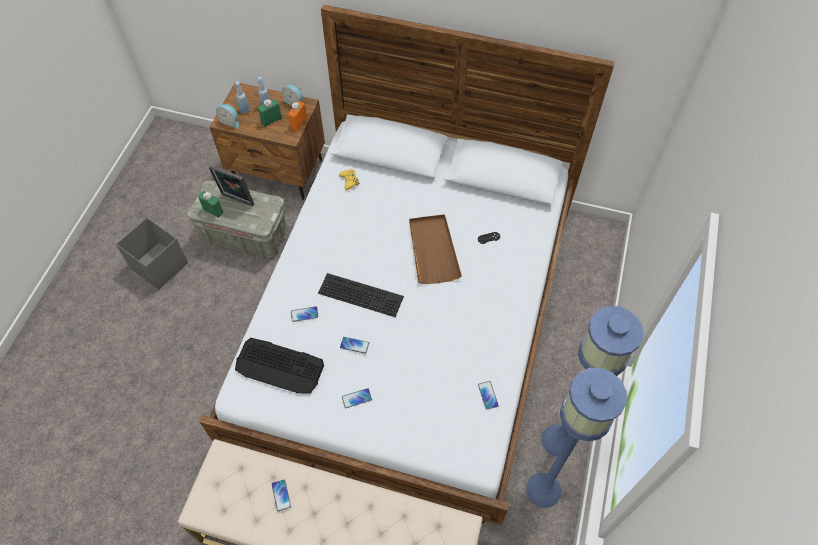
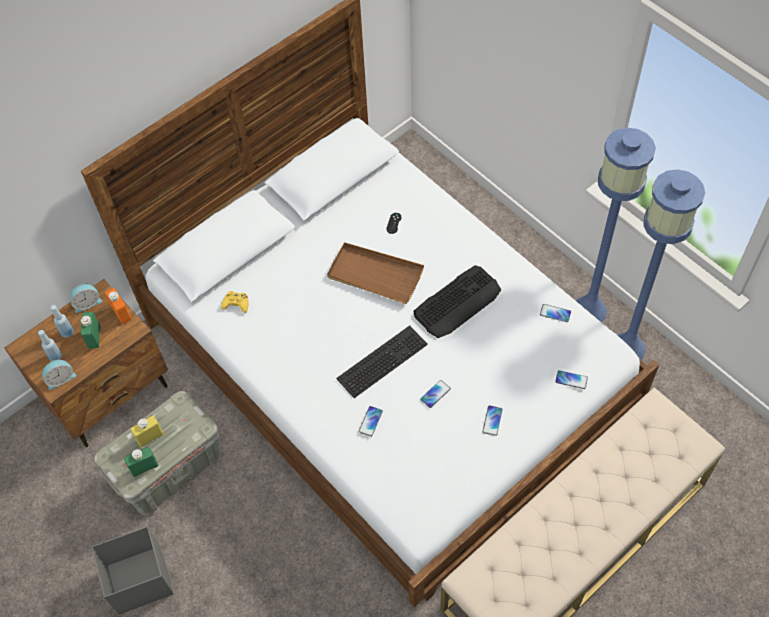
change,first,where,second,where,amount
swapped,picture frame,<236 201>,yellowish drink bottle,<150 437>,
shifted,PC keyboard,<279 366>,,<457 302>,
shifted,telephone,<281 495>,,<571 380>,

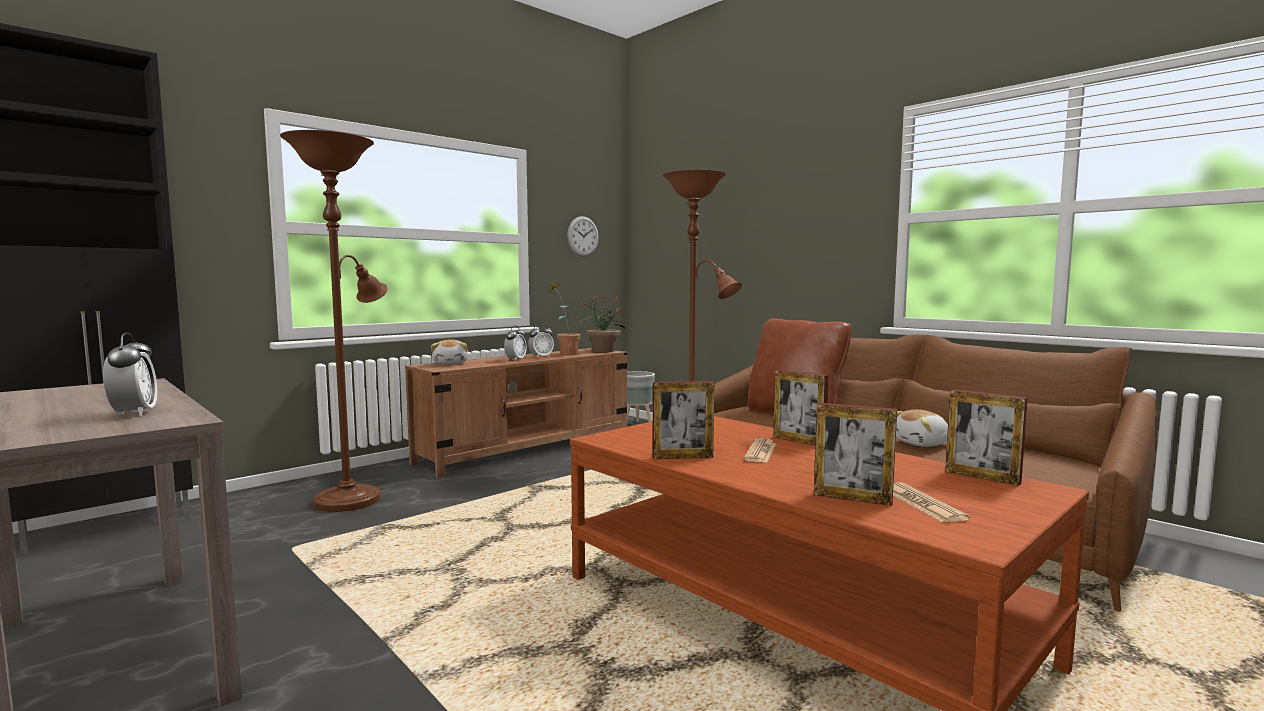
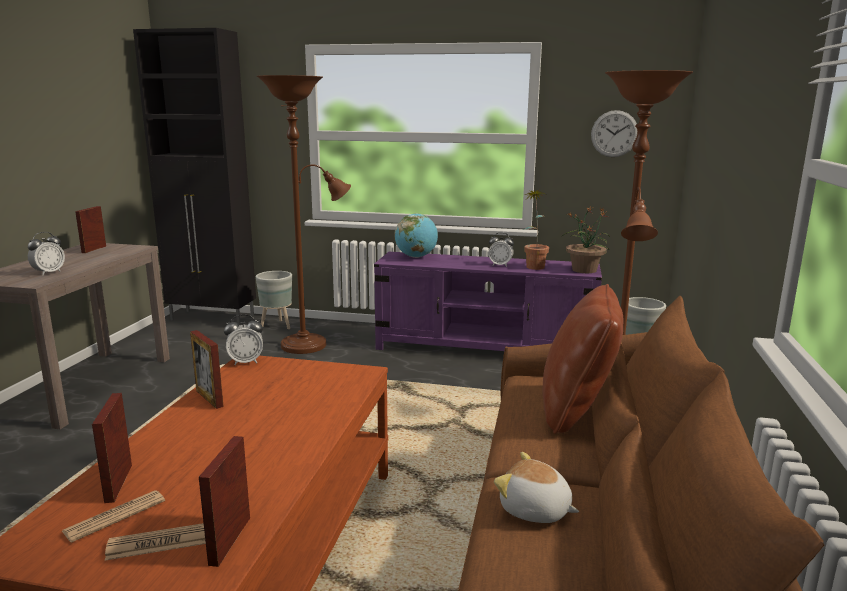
change,first,where,second,where,amount
shifted,alarm clock,<515 359>,,<246 362>,
swapped,soft toy,<451 363>,desk globe,<416 257>,
repainted,brown tv unit,<528 448>,purple-coloured tv unit,<485 348>,
shifted,picture frame,<798 441>,,<94 249>,
shifted,printed paper,<760 452>,,<159 542>,
new,,,gray flower pot,<277 326>,

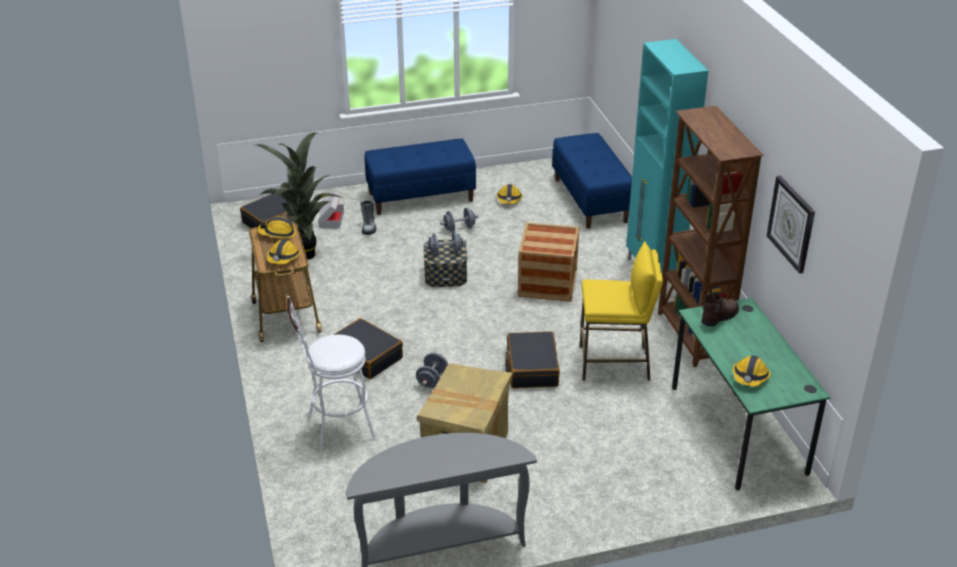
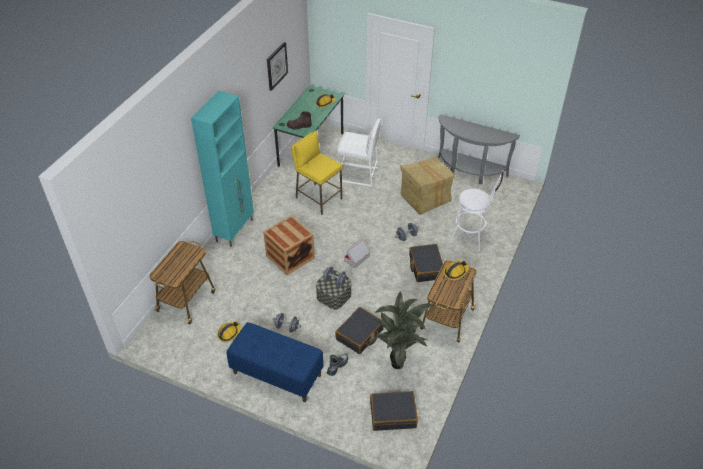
change,first,where,second,where,amount
gone,brown bookshelf,<692 337>,,,
swapped,blue-coloured indoor bench,<591 200>,trolley,<187 300>,
shifted,carton,<331 219>,,<356 258>,
gone,work helmet,<277 233>,,,
shifted,black-coloured piece of luggage,<531 368>,,<359 335>,
new,,,white stool,<358 175>,

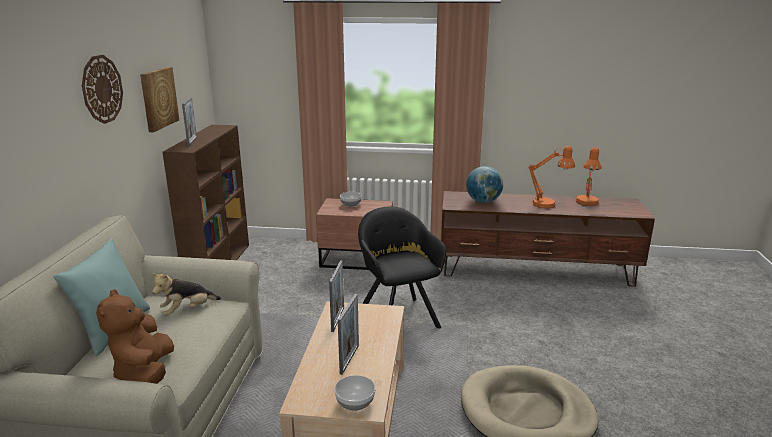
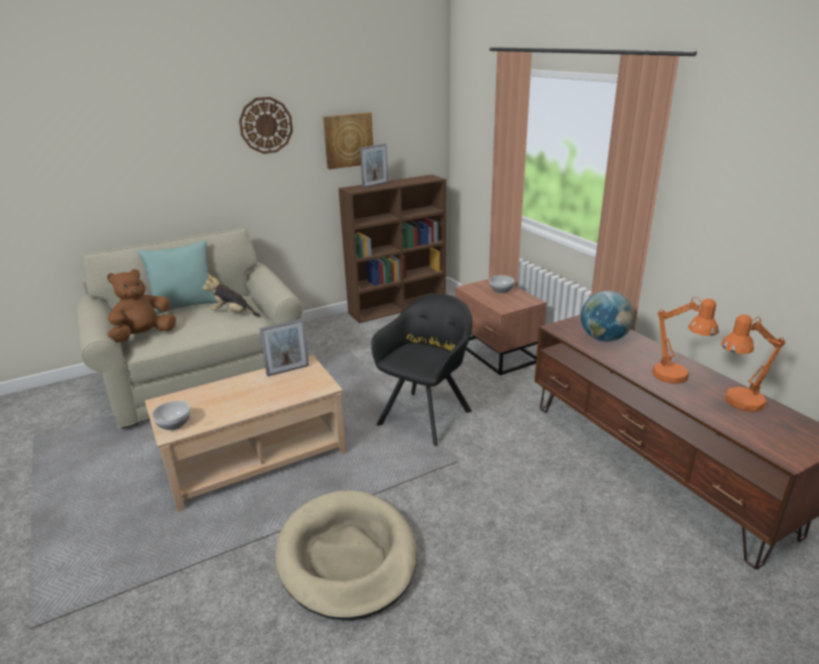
change,first,where,second,where,amount
gone,picture frame,<349 359>,,,

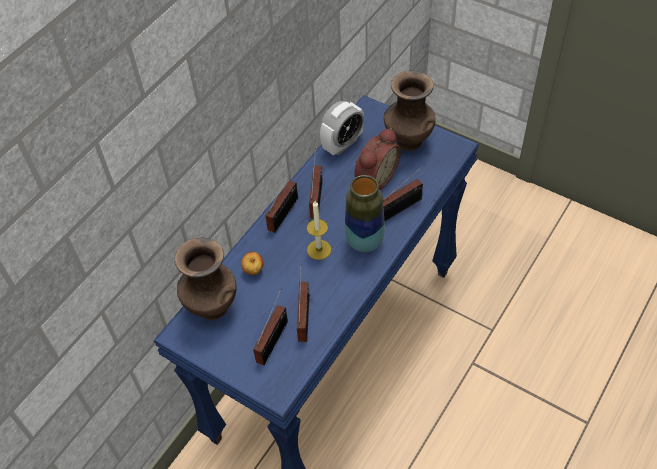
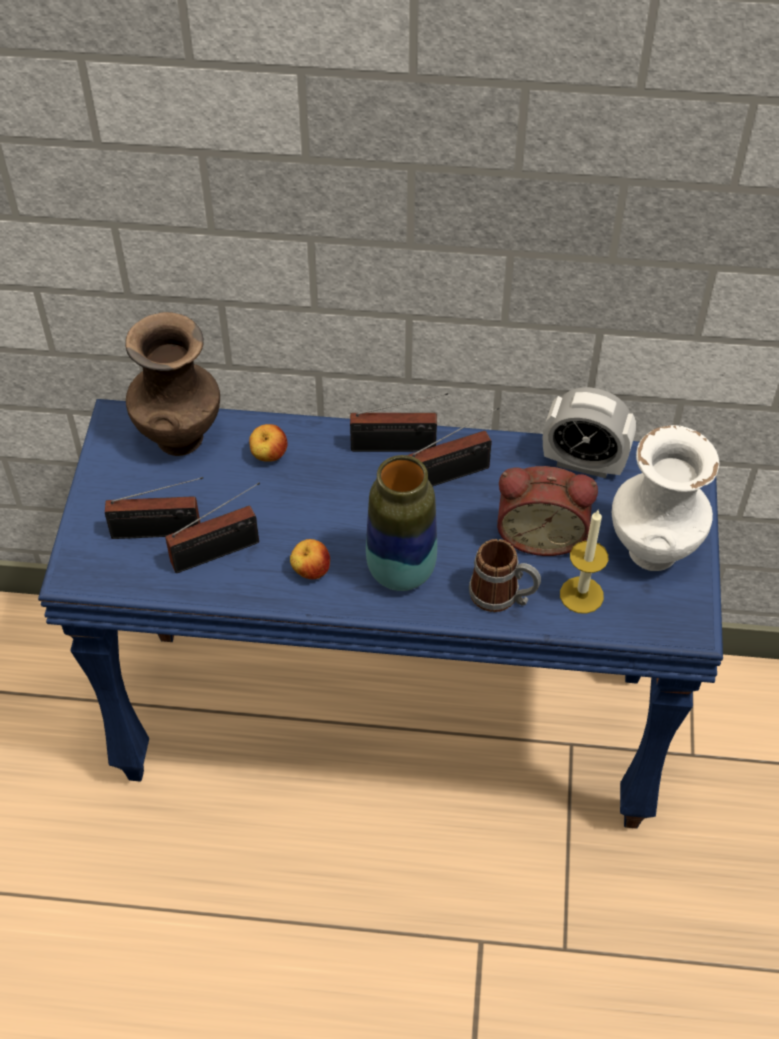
change,first,where,second,where,amount
repainted,brown flower vase,<407 141>,white flower vase,<652 549>,
swapped,radio,<402 207>,tea mug,<503 596>,
shifted,wax candle,<319 249>,,<581 595>,
new,,,whole apple,<310 571>,

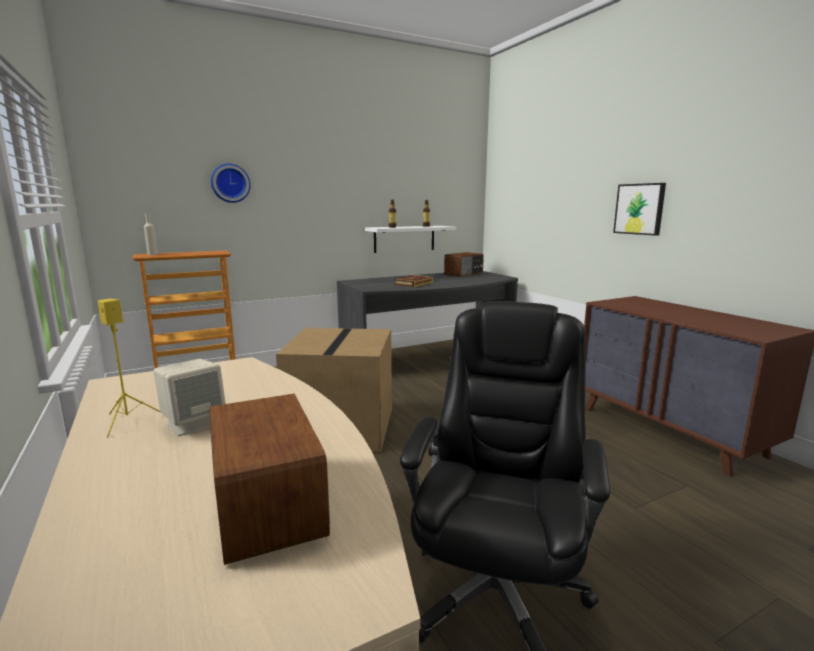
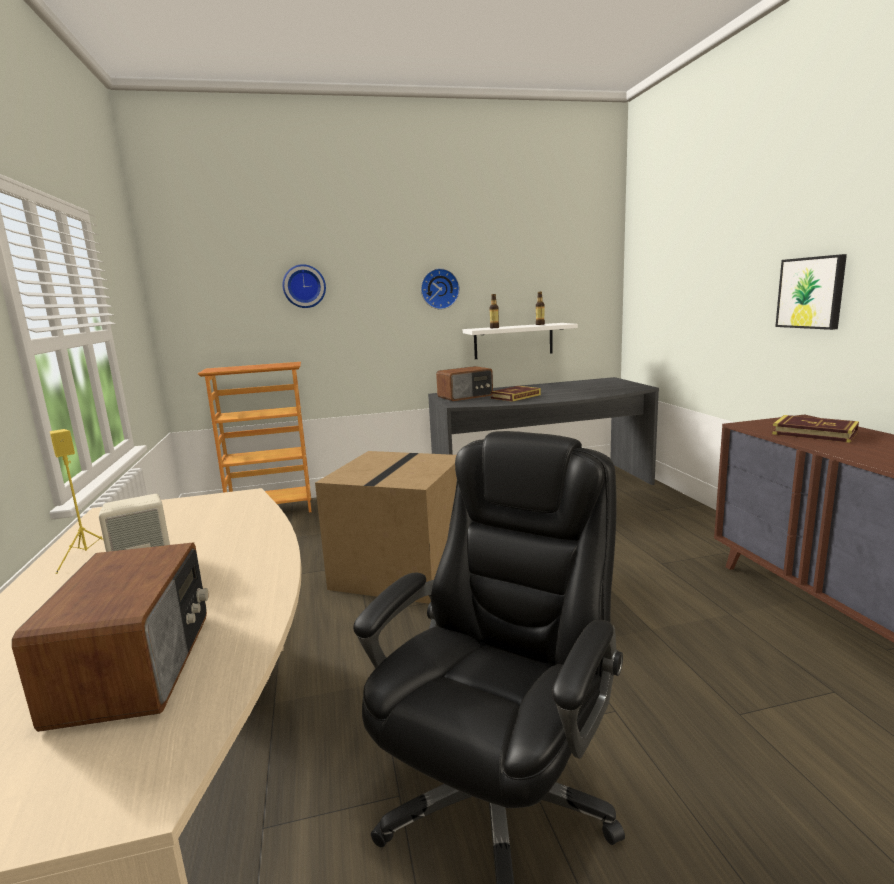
change,first,where,second,where,amount
gone,beige-coloured drink bottle,<152 254>,,,
shifted,radio,<464 274>,,<466 396>,
new,,,clock on the wall,<439 289>,
new,,,bound book,<814 433>,

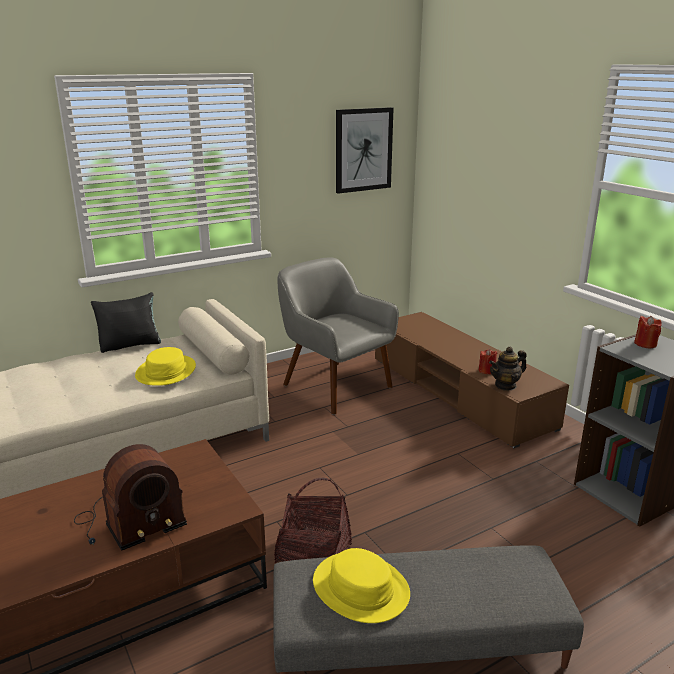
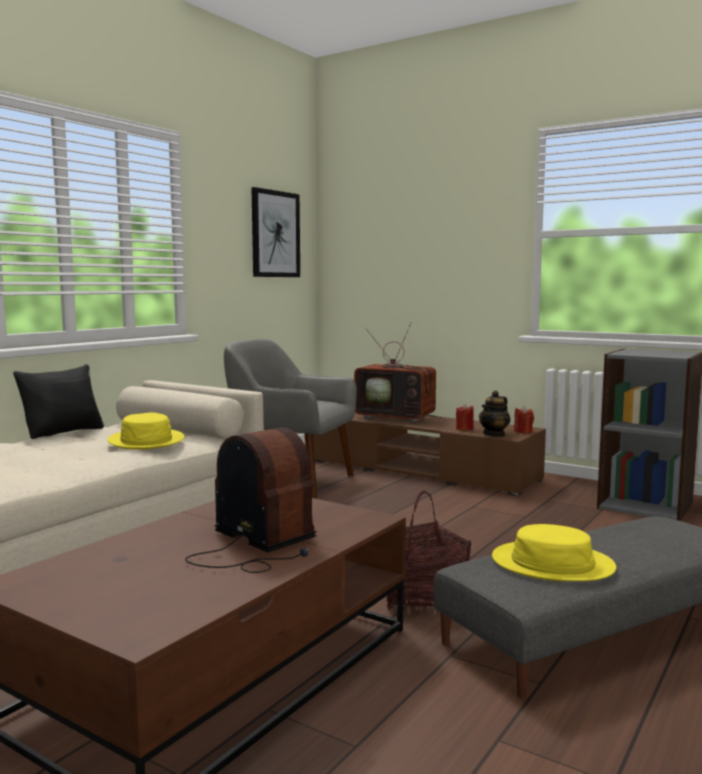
change,first,where,second,where,amount
shifted,red-coloured wax candle,<645 344>,,<523 431>,
rotated,radio,<129 521>,,<256 546>,75 degrees counterclockwise
new,,,television,<398 417>,

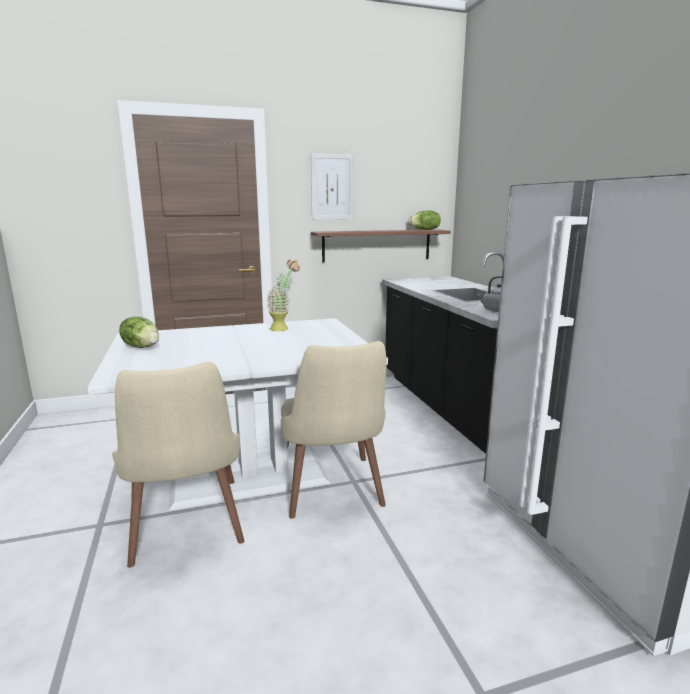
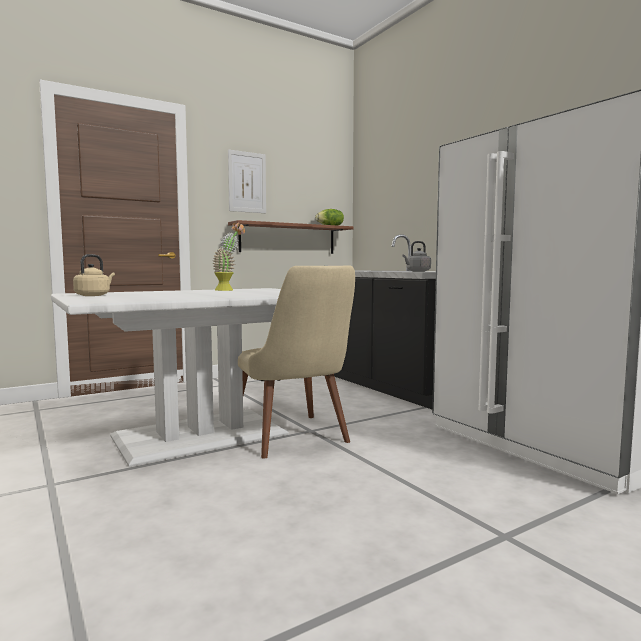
change,first,where,second,where,amount
swapped,lettuce head,<142 347>,beige-coloured kettle,<94 295>,
gone,beige-coloured chair,<187 532>,,,

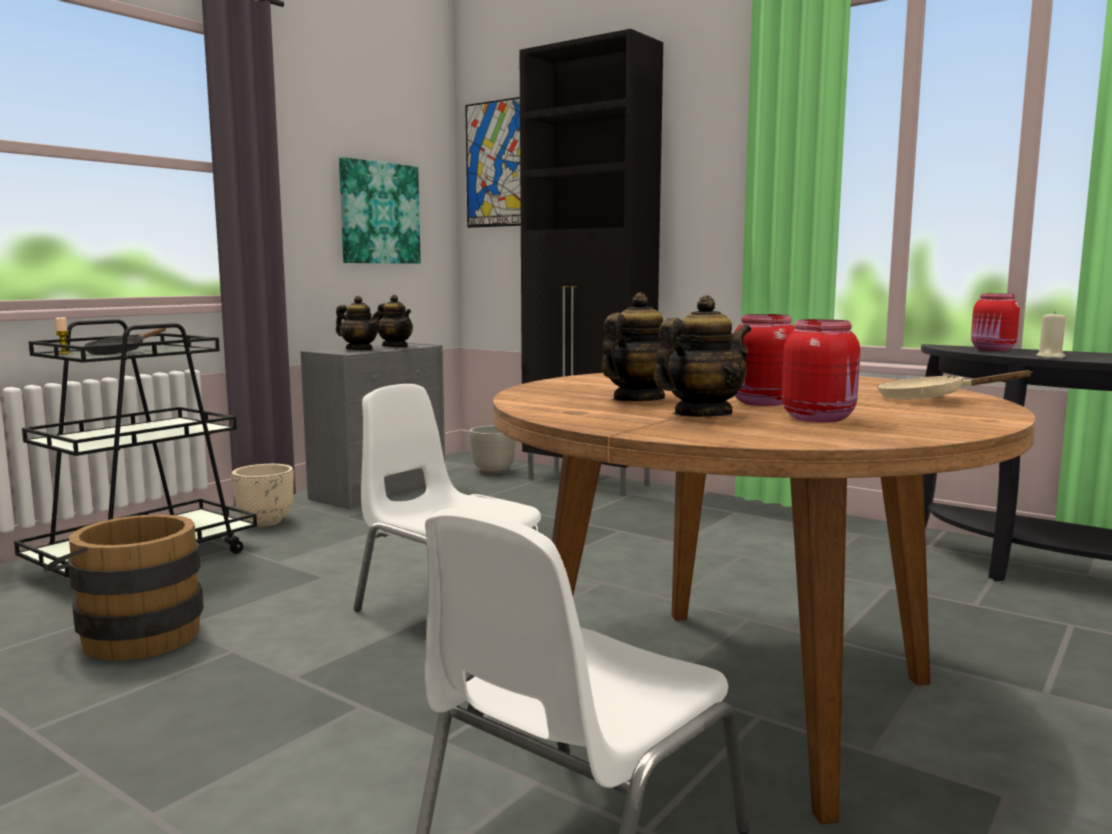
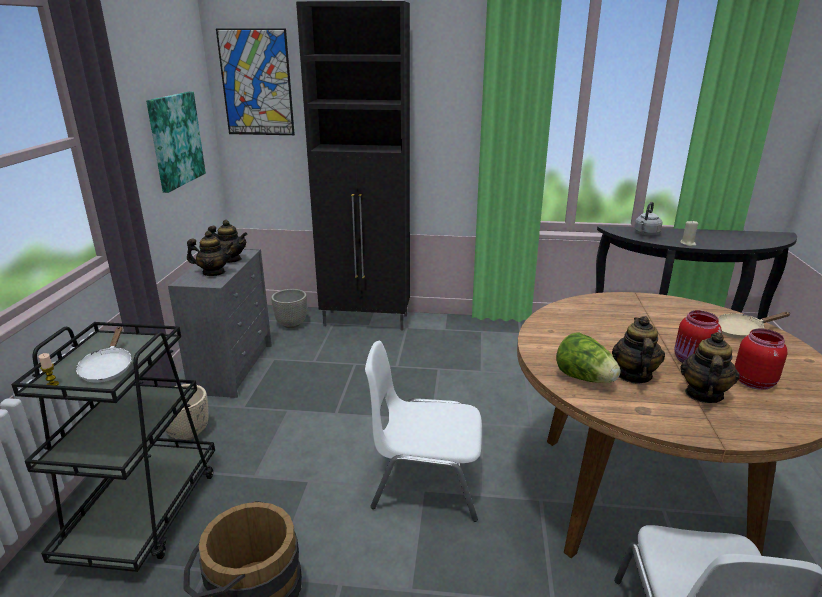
change,first,where,second,where,amount
swapped,red-coloured storage jar,<992 350>,gray kettle,<646 234>,
repainted,black-coloured frying pan,<120 352>,white frying pan,<108 368>,
new,,,lettuce head,<584 378>,

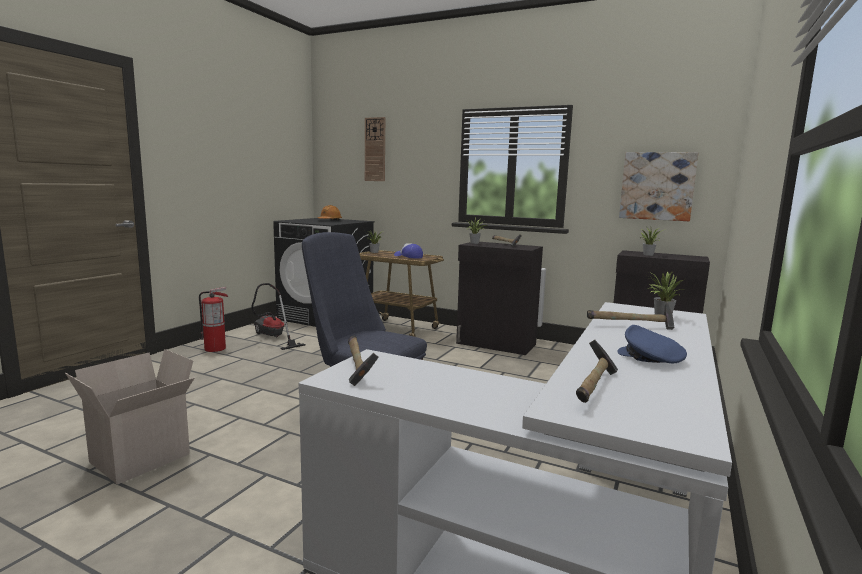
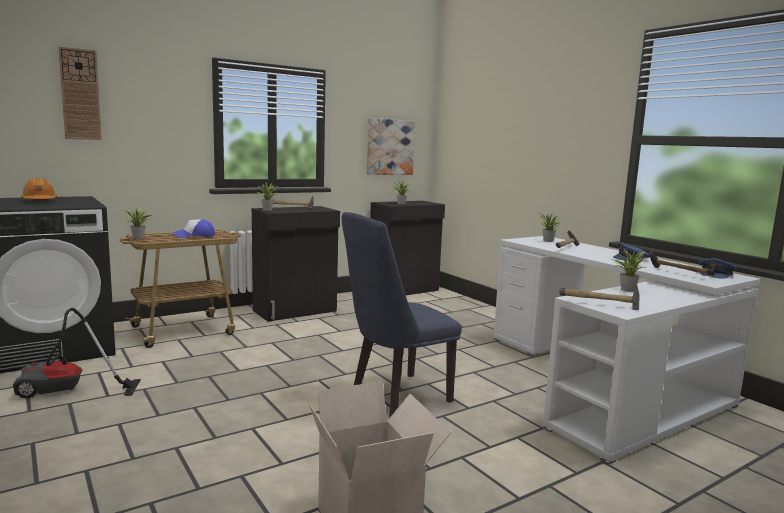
change,first,where,second,where,amount
gone,fire-fighting cylinder,<215 348>,,,
new,,,potted plant,<626 289>,
new,,,blue-coloured baseball cap,<716 274>,

